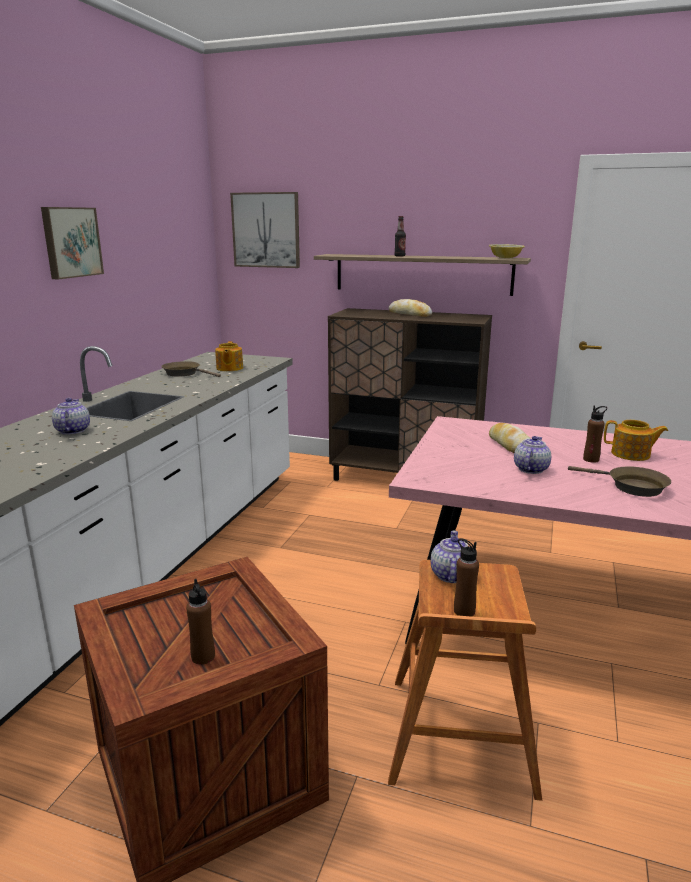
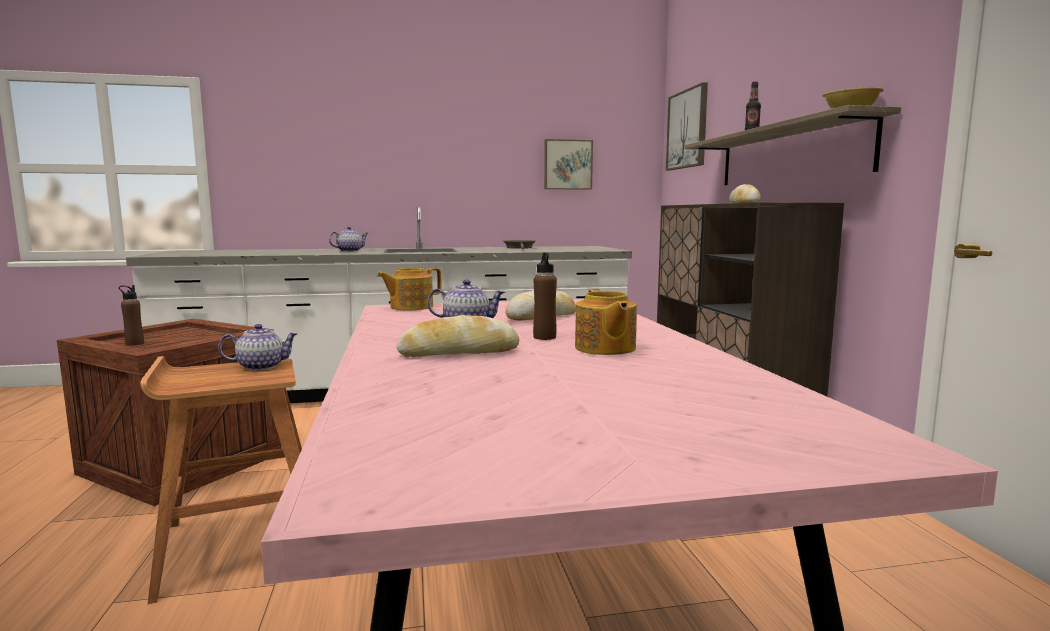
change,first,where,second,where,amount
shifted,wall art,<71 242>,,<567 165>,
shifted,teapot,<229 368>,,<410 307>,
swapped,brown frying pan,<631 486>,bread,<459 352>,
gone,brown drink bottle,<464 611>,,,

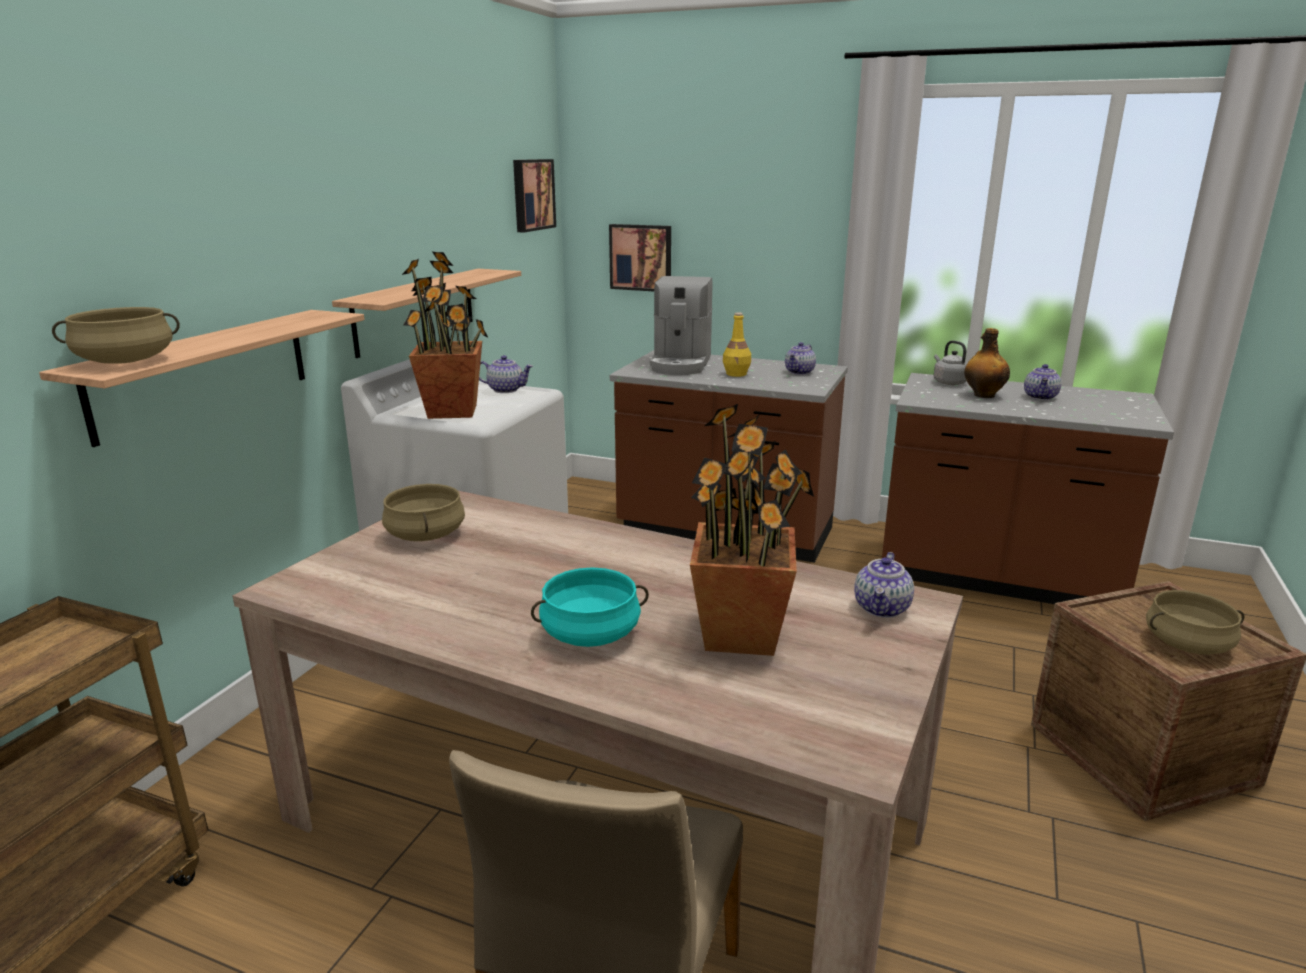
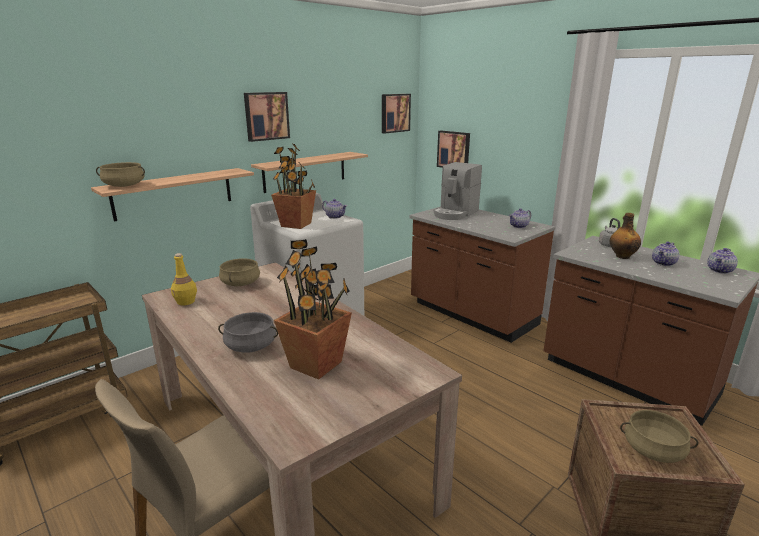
change,first,where,second,where,amount
shifted,yellowish drink bottle,<736 374>,,<186 302>,
shifted,teapot,<882 608>,,<720 270>,
repainted,turquoise cooking pot,<590 634>,gray cooking pot,<250 346>,
new,,,wall art,<266 116>,

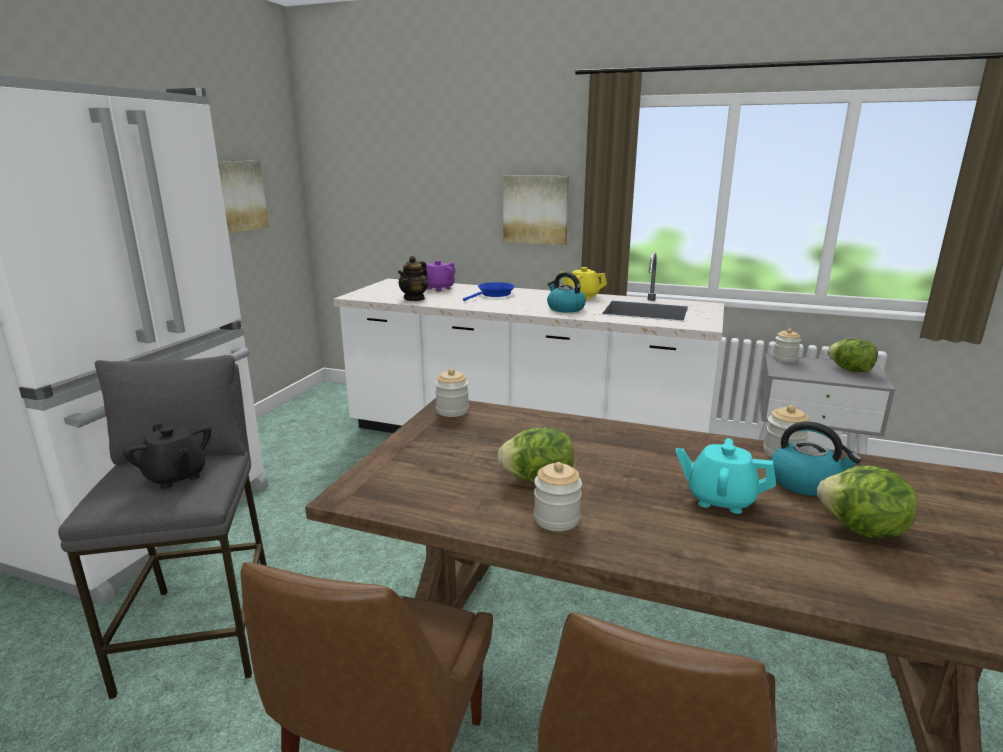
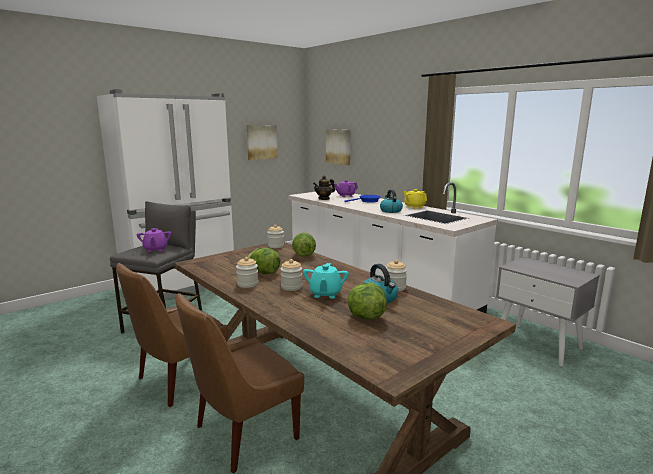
change,first,where,second,where,amount
shifted,wall art,<535 209>,,<338 146>,
shifted,storage jar,<784 359>,,<291 287>,
shifted,lettuce head,<850 370>,,<303 255>,
repainted,black-coloured teapot,<176 477>,purple-coloured teapot,<155 249>,
rotated,turquoise teapot,<720 499>,,<325 294>,135 degrees counterclockwise

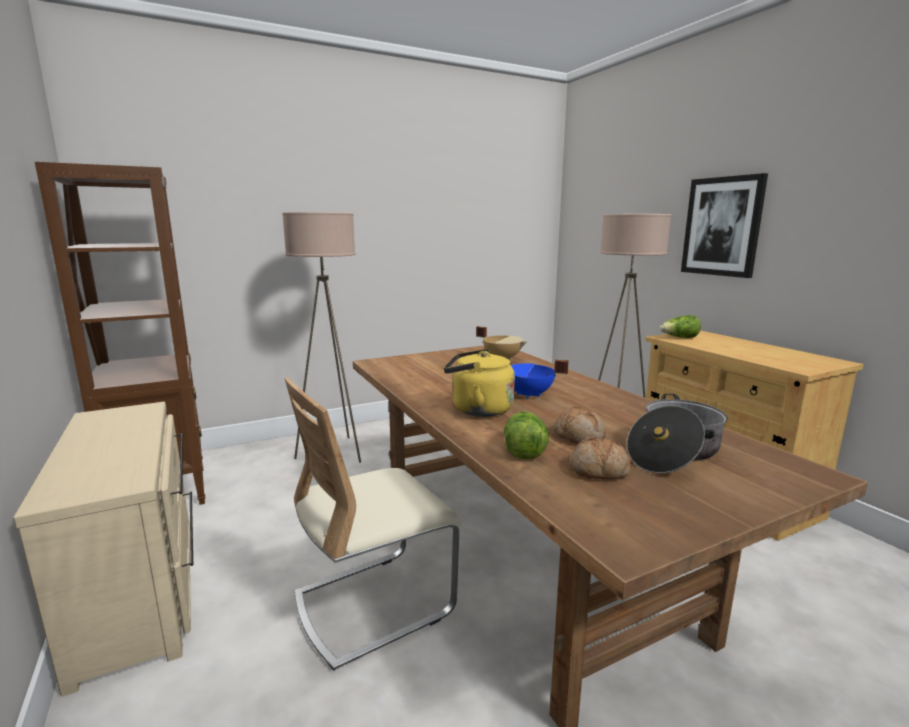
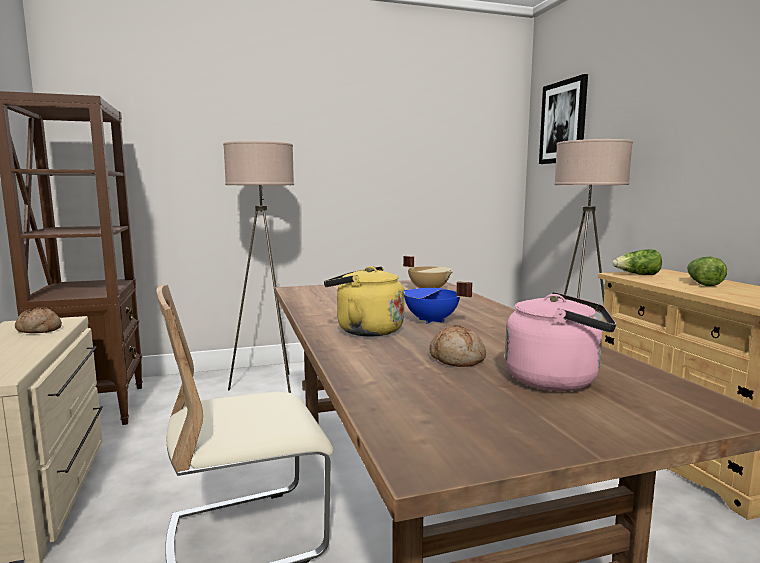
change,first,where,second,where,amount
shifted,wall art,<722 226>,,<563 122>,
swapped,cooking pot,<673 453>,pink kettle,<557 380>,
shifted,lettuce head,<523 449>,,<702 283>,
shifted,bread,<599 471>,,<38 330>,

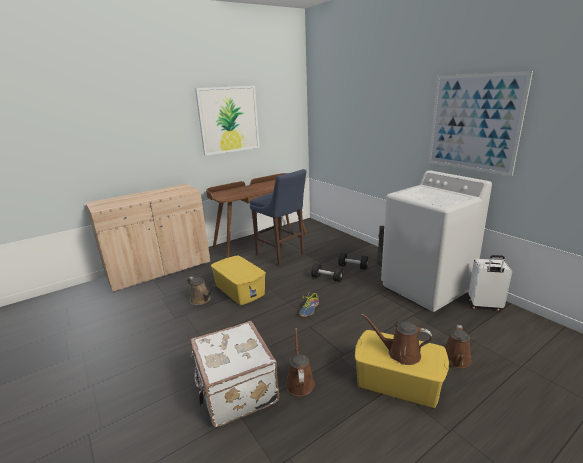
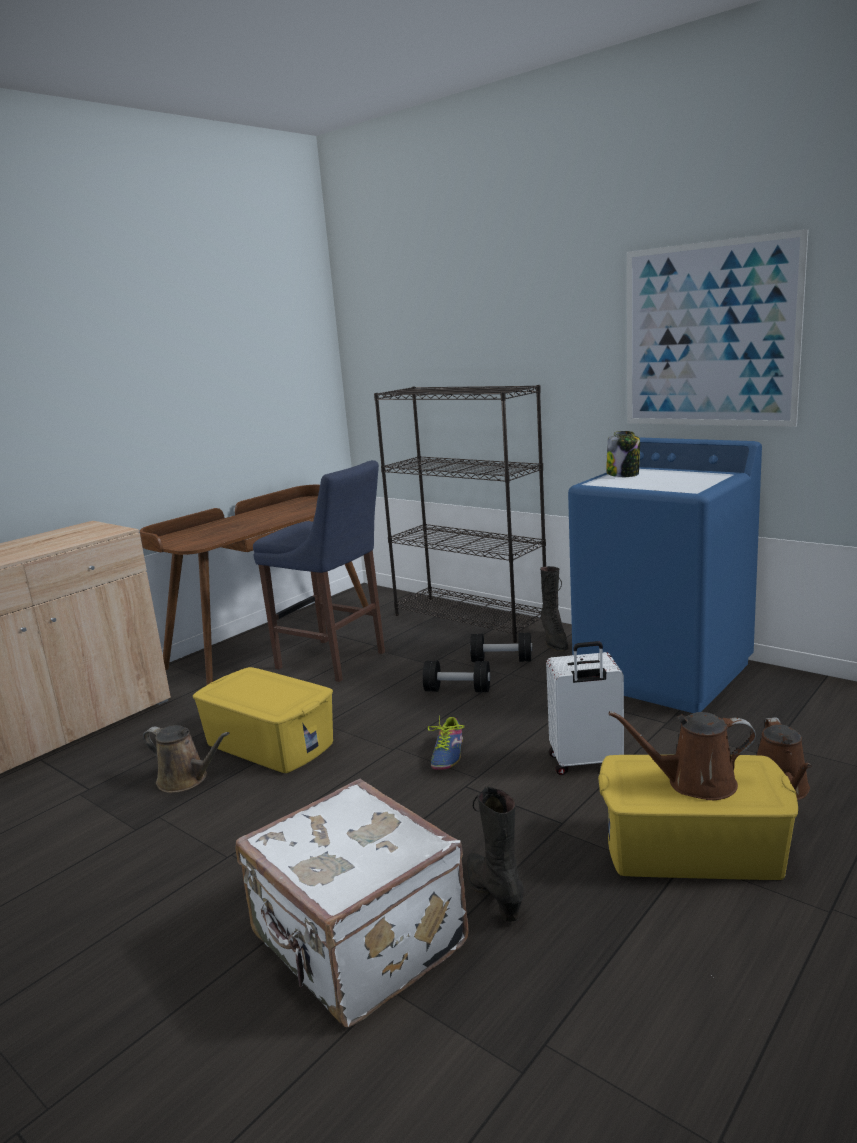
change,first,where,second,where,amount
gone,wall art,<229 120>,,,
repainted,white laundry appliance,<426 287>,blue-coloured laundry appliance,<664 673>,
shifted,white piece of luggage,<484 305>,,<585 763>,
swapped,brown watering pot,<299 382>,black-coloured high-top boot,<494 894>,
new,,,black-coloured bookshelf,<470 619>,
new,,,storage jar,<623 474>,

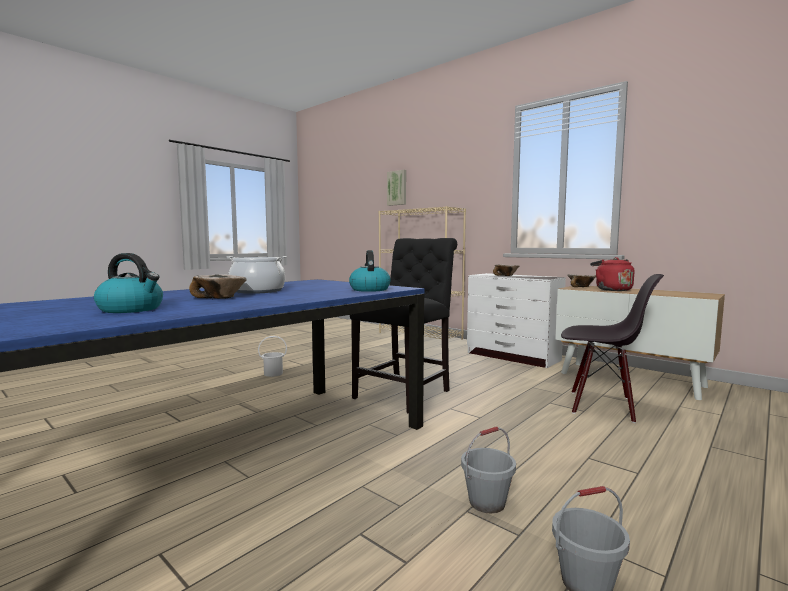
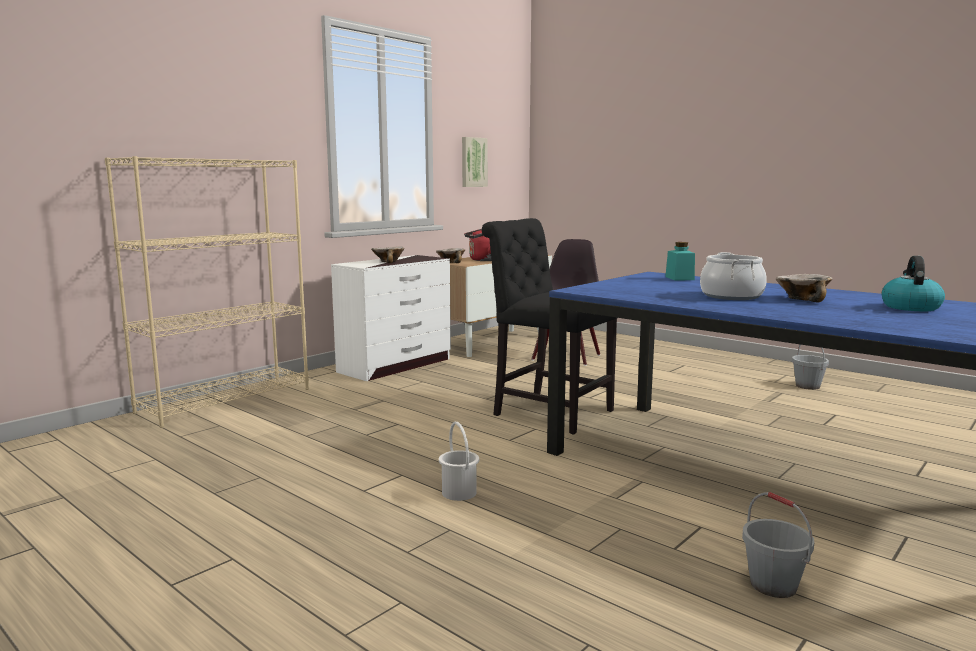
change,first,where,second,where,amount
shifted,wall art,<397 188>,,<473 162>,
swapped,kettle,<369 289>,turquoise storage jar,<679 278>,
shifted,gray bucket,<487 503>,,<773 585>,

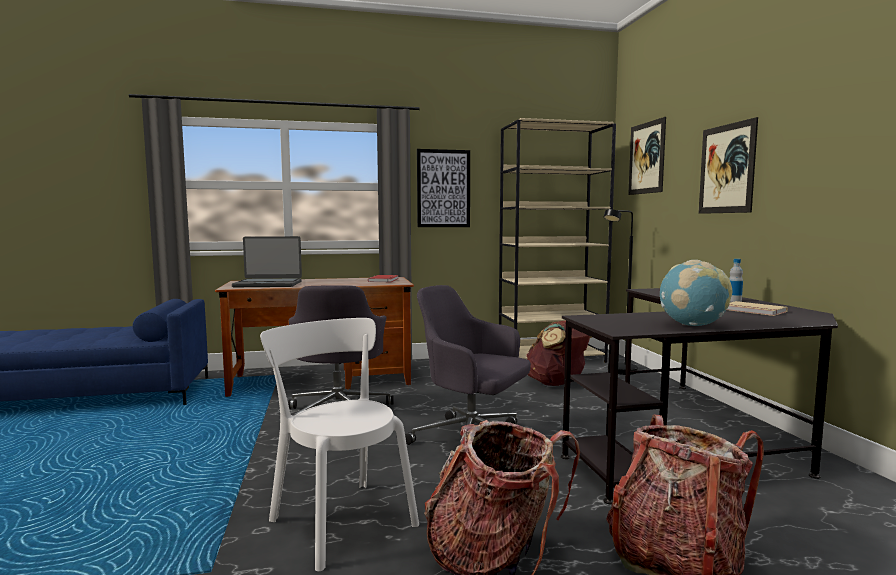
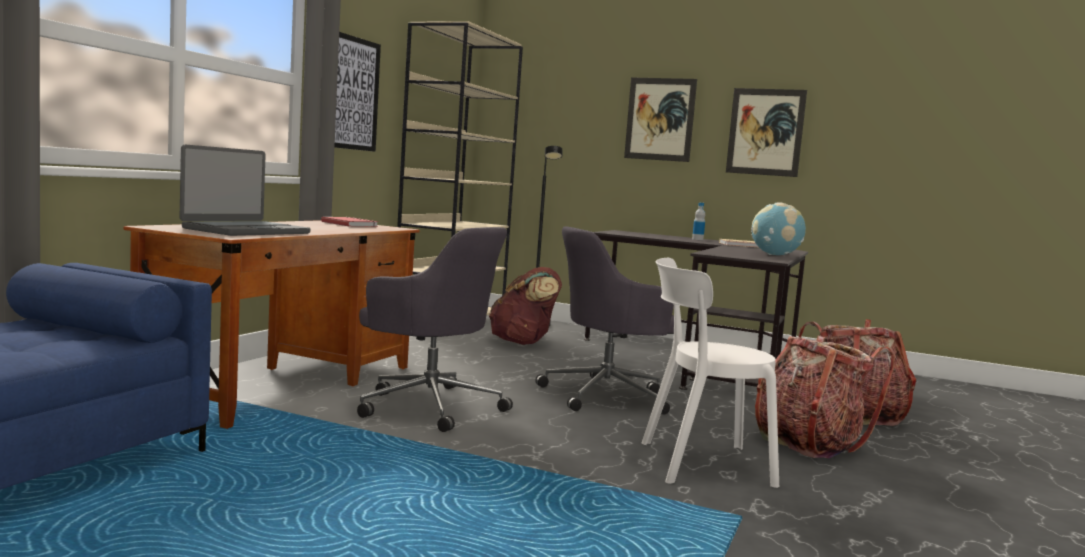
change,first,where,second,where,amount
shifted,wall art,<646 158>,,<765 132>,

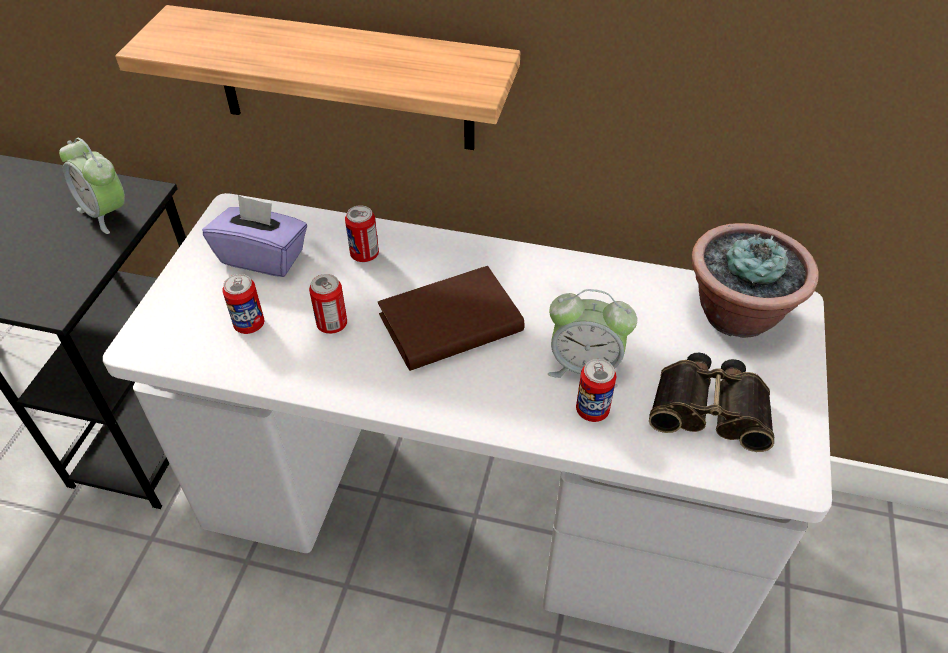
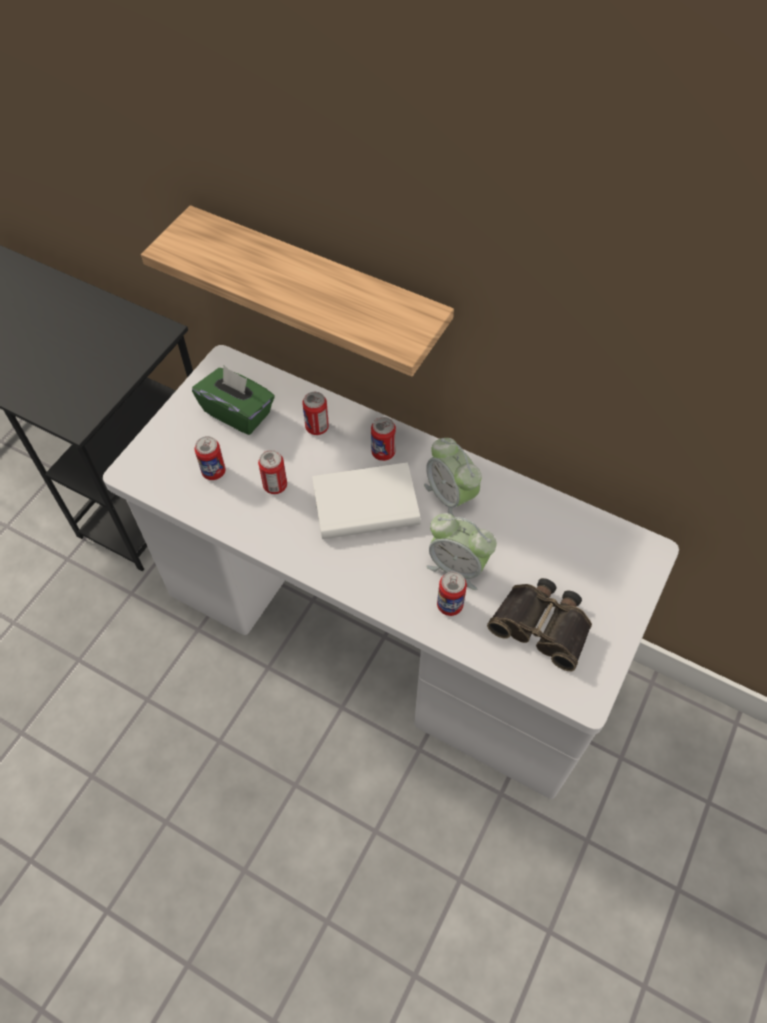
change,first,where,second,where,amount
shifted,alarm clock,<106 213>,,<450 496>,
repainted,purple-coloured box of tissues,<263 257>,greenish box of tissues,<238 412>,
gone,potted plant,<736 314>,,,
repainted,brown bound book,<450 324>,white bound book,<365 505>,
new,,,sealed can,<383 452>,

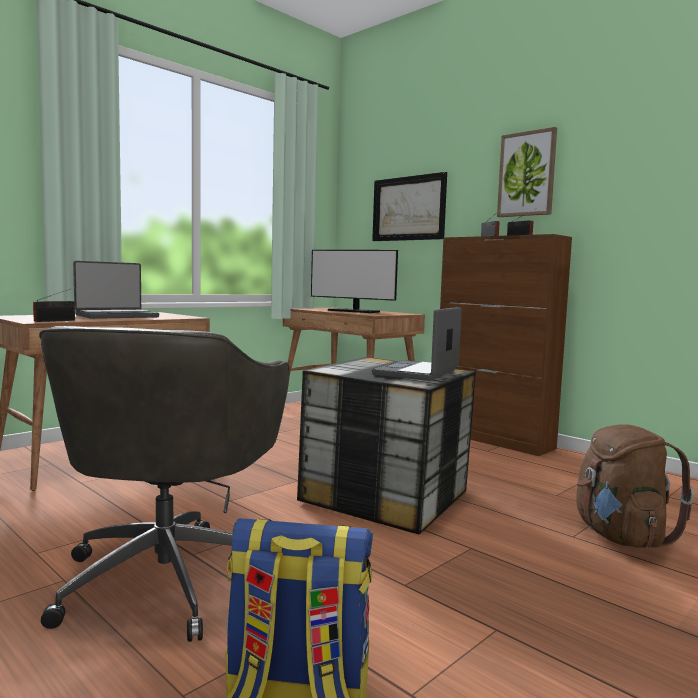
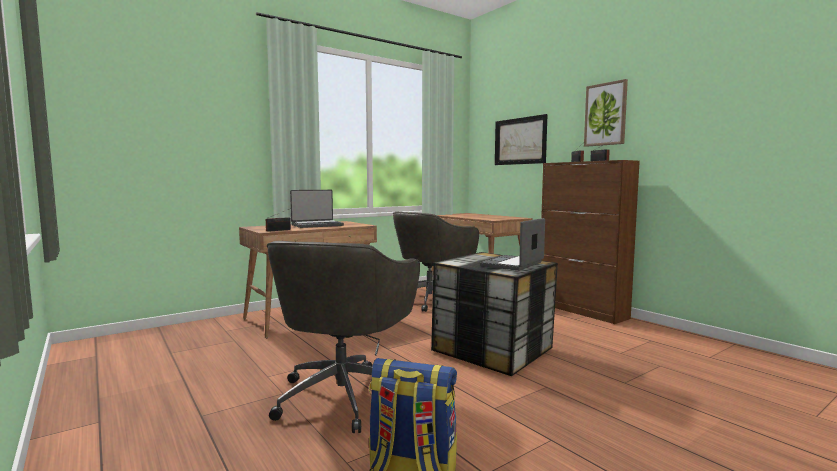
change,first,where,second,where,amount
gone,computer display,<353 311>,,,
gone,brown rucksack,<620 537>,,,
new,,,gray office chair,<431 300>,

